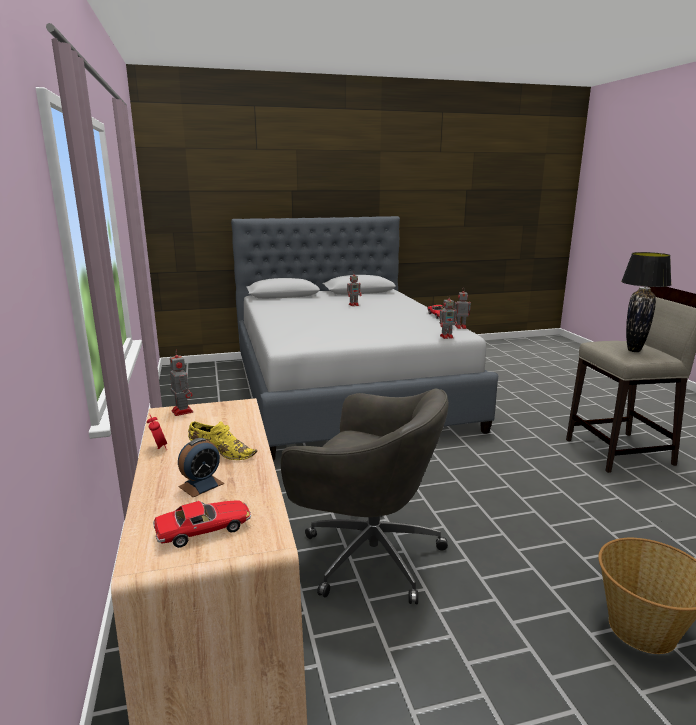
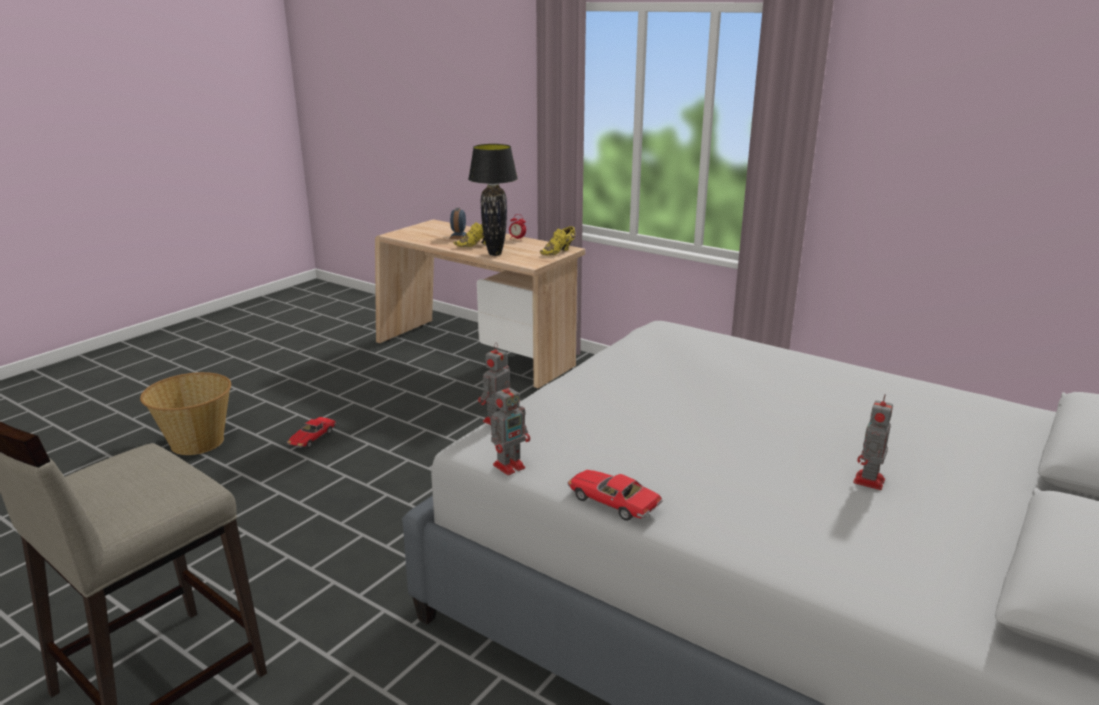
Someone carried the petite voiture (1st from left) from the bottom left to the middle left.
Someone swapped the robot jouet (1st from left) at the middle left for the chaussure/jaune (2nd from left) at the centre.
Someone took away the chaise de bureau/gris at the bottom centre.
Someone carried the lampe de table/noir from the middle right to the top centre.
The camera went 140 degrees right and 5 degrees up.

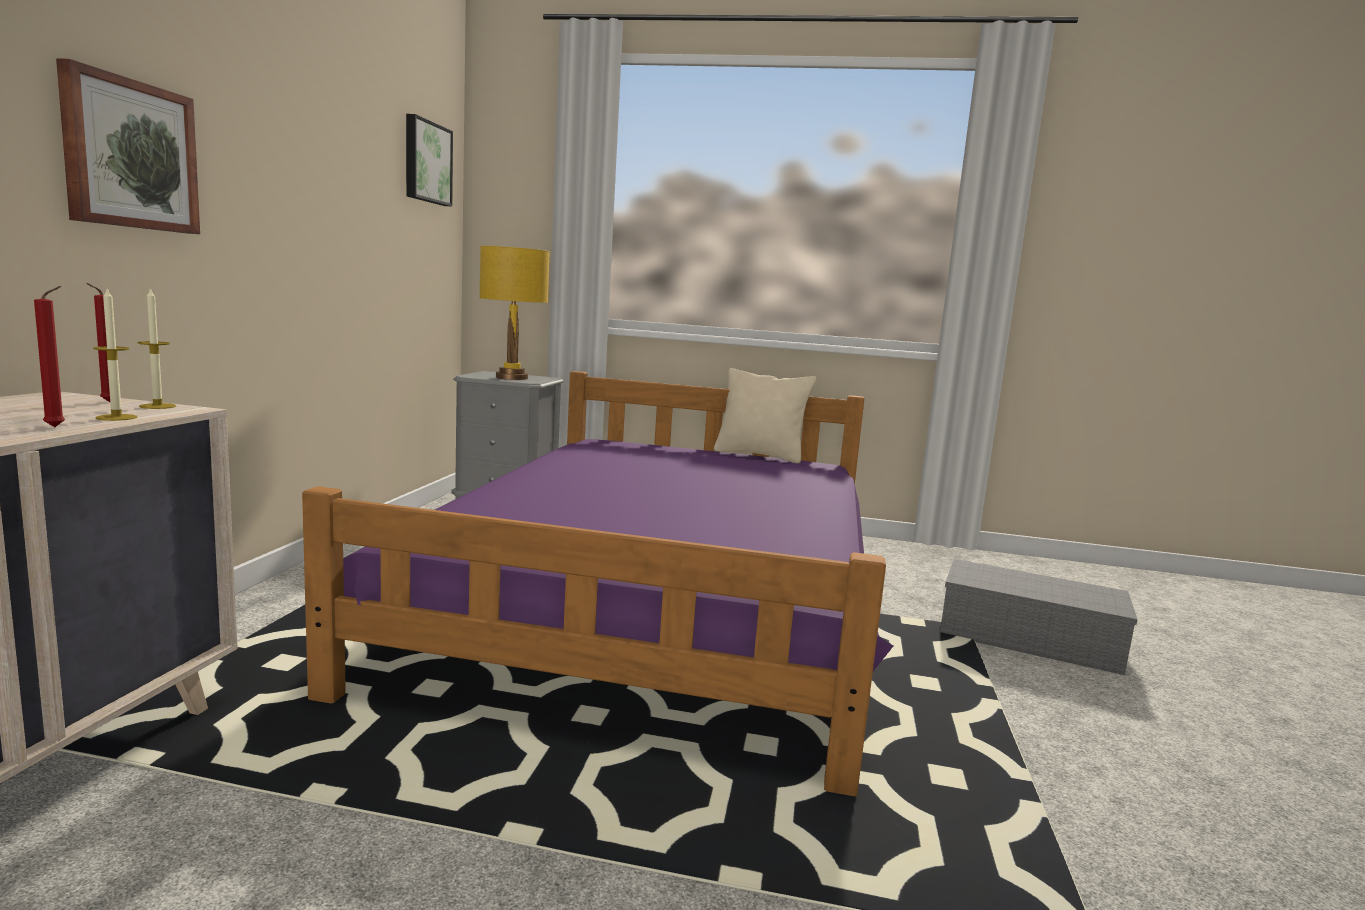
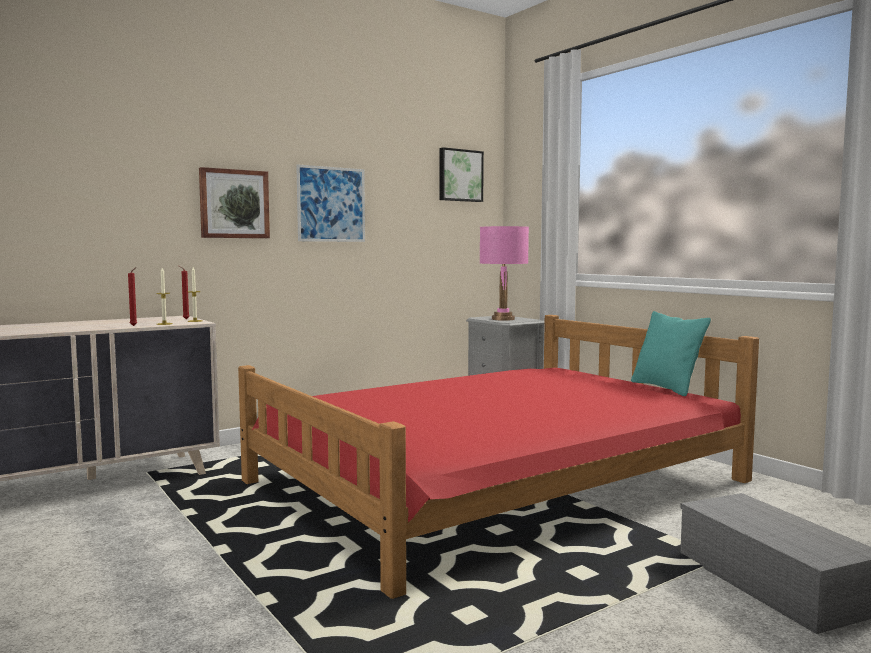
Someone repainted the lit/violet at the centre, which became the lit/rouge at the bottom centre.
Someone repainted the lampe de table/jaune at the centre, which became the lampe de table/rose at the centre.
Someone repainted the coussin/beige at the centre, which became the coussin/turquoise at the middle right.
Someone put up the tableau (2nd from left) at the top centre.
The camera went 45 degrees right and 5 degrees down.

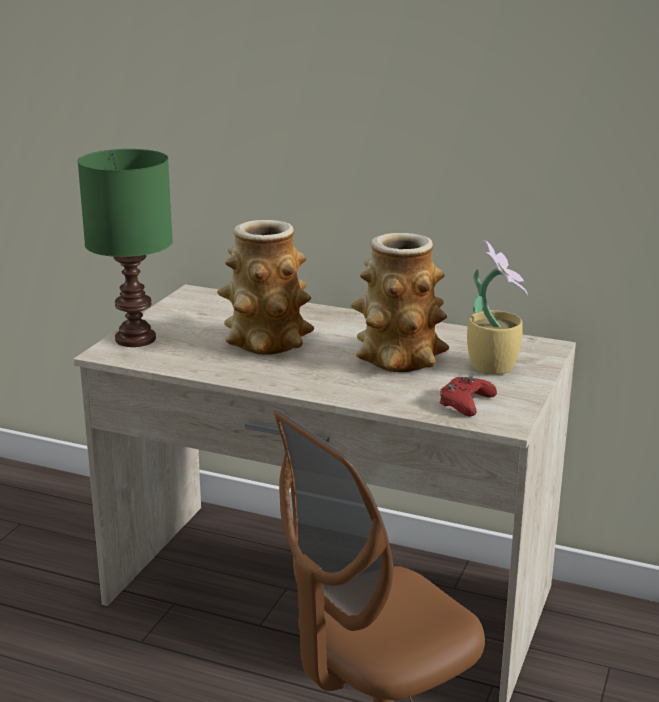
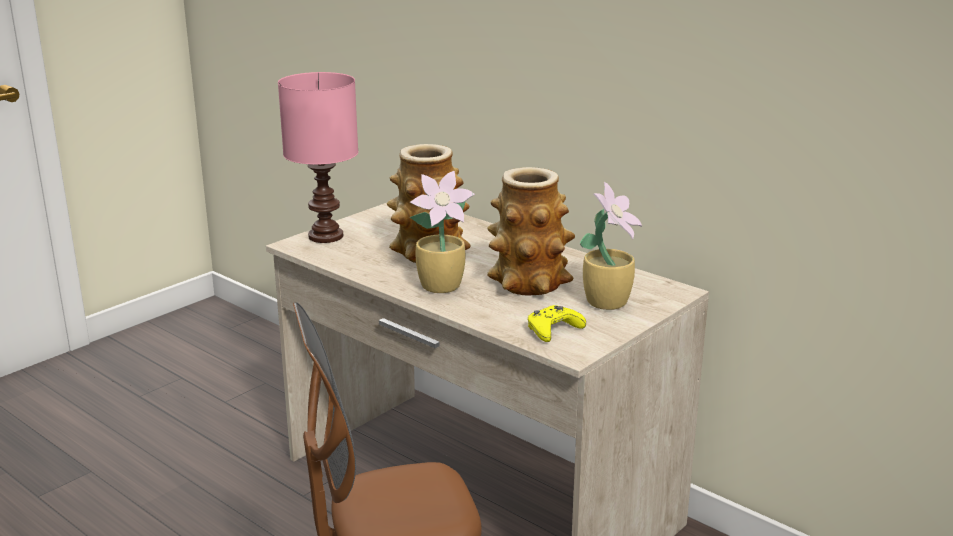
Someone repainted the lampe de table/vert at the middle left, which became the lampe de table/rose at the top centre.
Someone repainted the manette/rouge at the middle right, which became the manette/jaune at the centre.
Someone put down the plante en pot (1st from left) at the centre.
The camera went 20 degrees right and 0 degrees up.

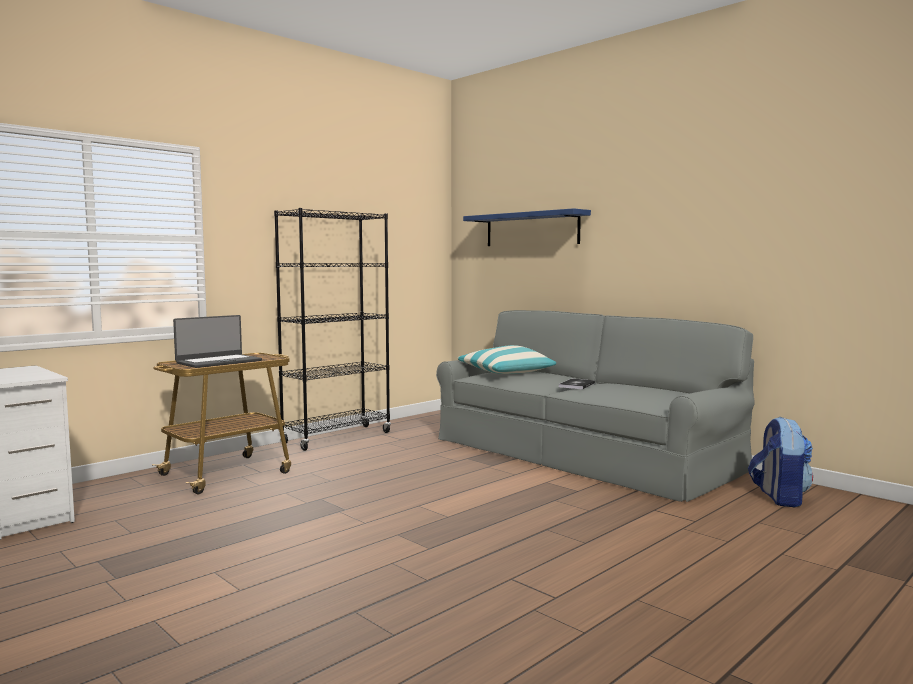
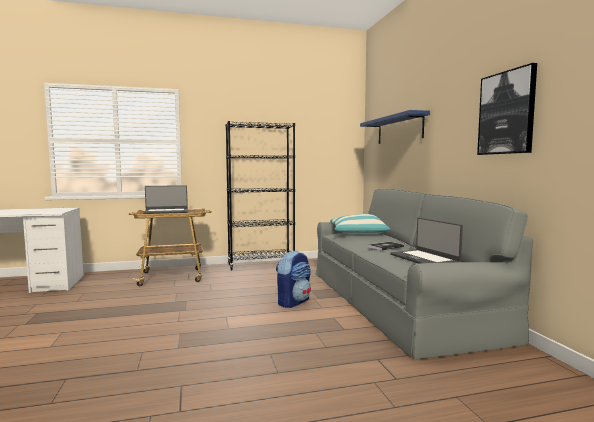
Someone carried the sac à dos from the bottom right to the centre.
Someone put down the ordinateur portable (2nd from left) at the middle right.
Someone put up the tableau at the top right.
The camera went 30 degrees right and 0 degrees up.

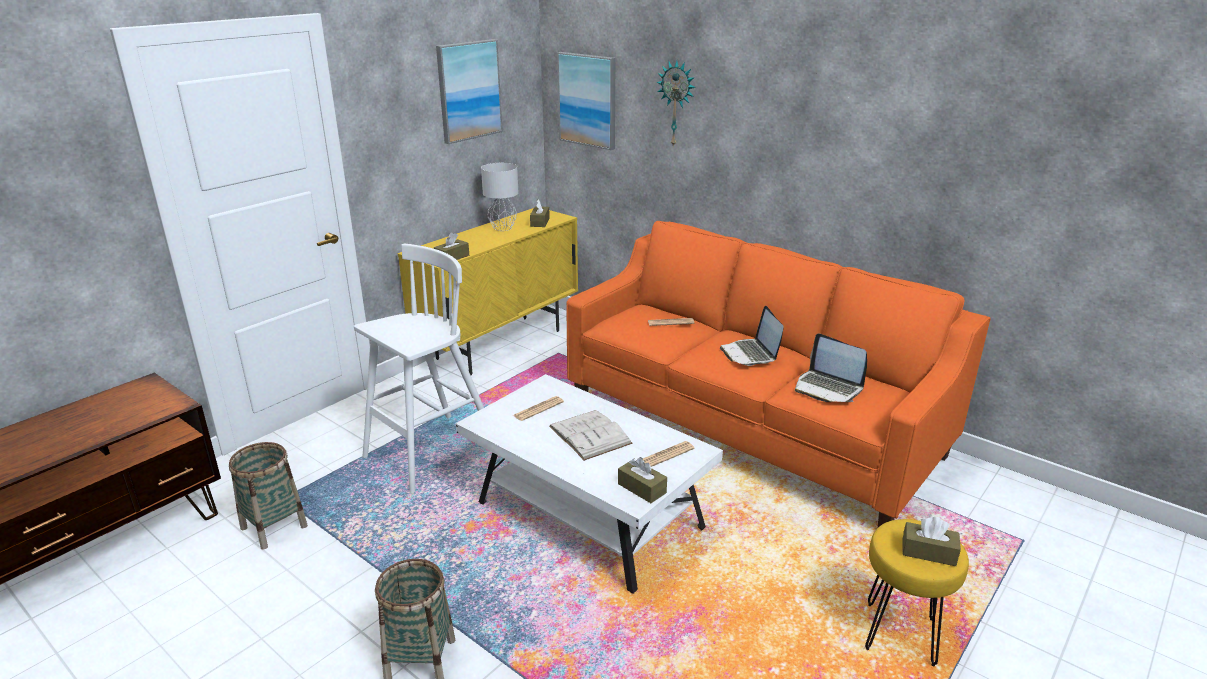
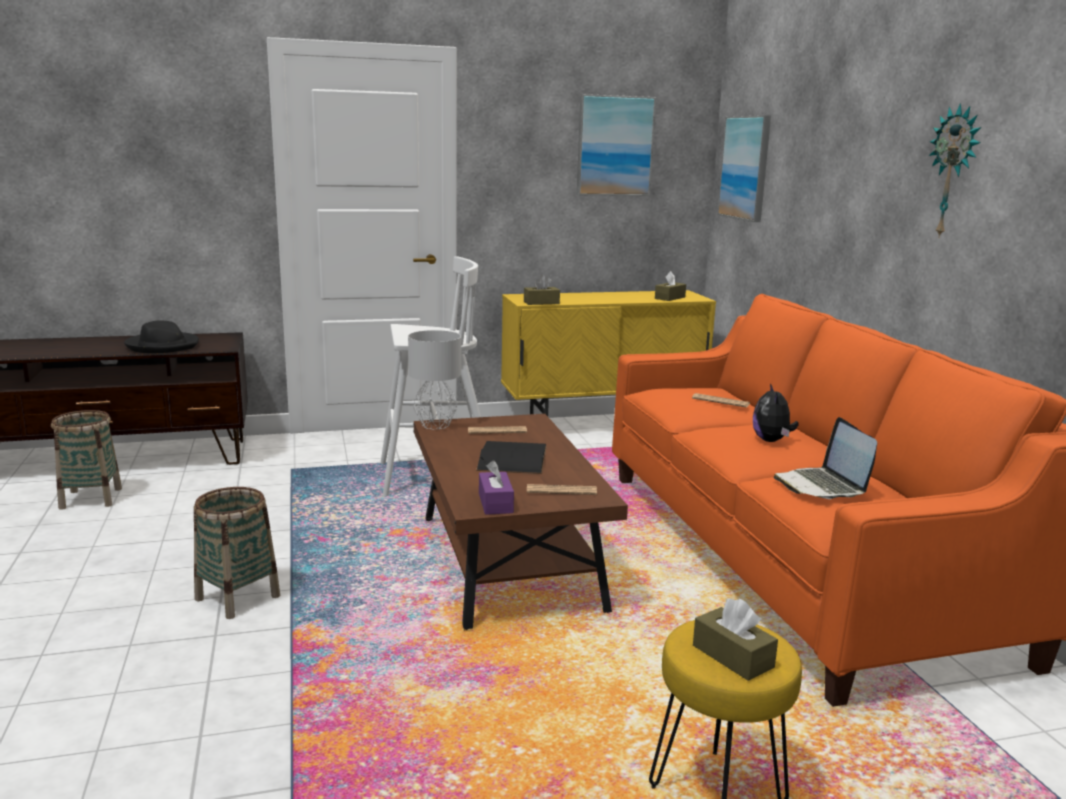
Someone carried the panier (1st from left) from the bottom left to the middle left.
Someone repainted the table basse/blanc at the bottom centre, which became the table basse/marron at the centre.
Someone carried the lampe de table/gris from the top centre to the centre.
Someone repainted the livre/blanc at the centre, which became the livre/noir at the centre.
Someone repainted the boîte à mouchoirs/marron (3rd from left) at the bottom centre, which became the boîte à mouchoirs/violet at the centre.
Someone carried the horloge murale from the top centre to the top right.
Someone swapped the ordinateur portable (1st from left) at the centre for the peluche at the middle right.
Someone put down the chapeau/noir at the middle left.
The camera went 35 degrees right and 10 degrees down.

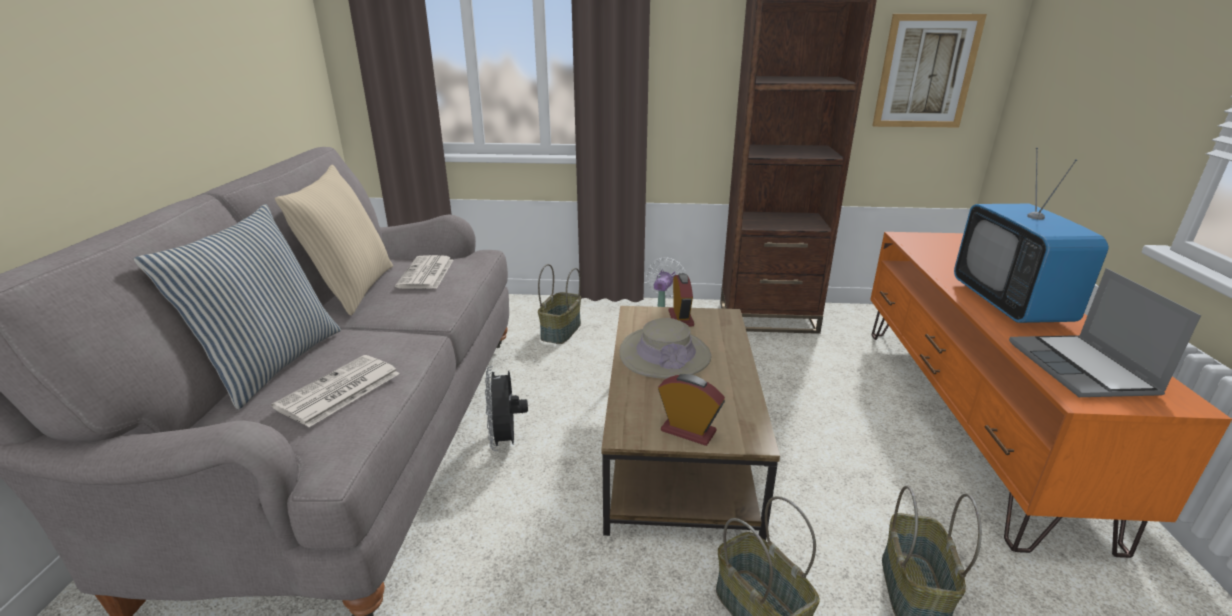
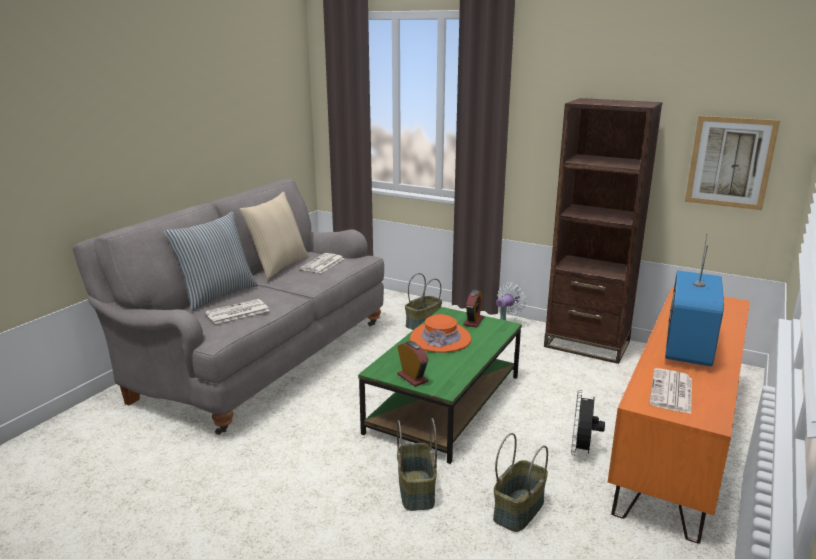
Someone carried the ventilateur/noir from the centre to the bottom right.
Someone repainted the table basse/marron at the bottom centre, which became the table basse/vert at the bottom centre.
Someone repainted the chapeau/beige at the centre, which became the chapeau/orange at the centre.
Someone swapped the ordinateur portable at the middle right for the journal (3rd from left) at the bottom right.
The camera went 25 degrees right and 5 degrees down.

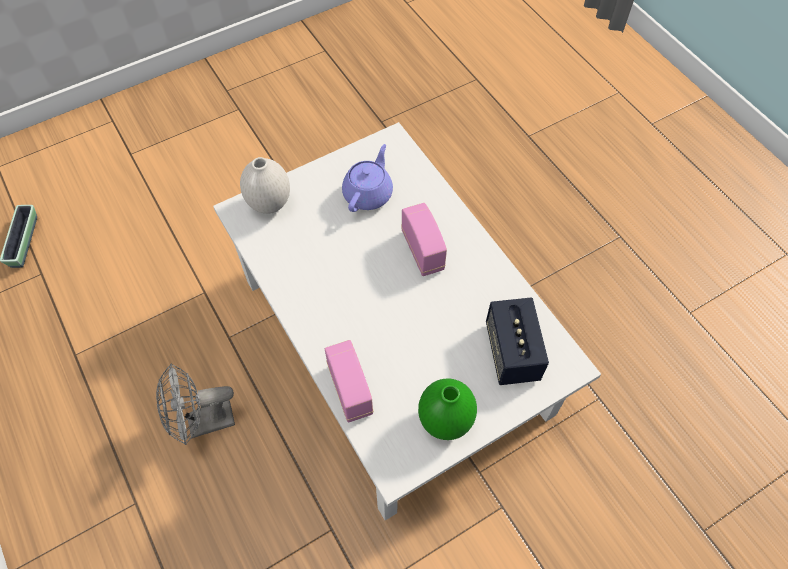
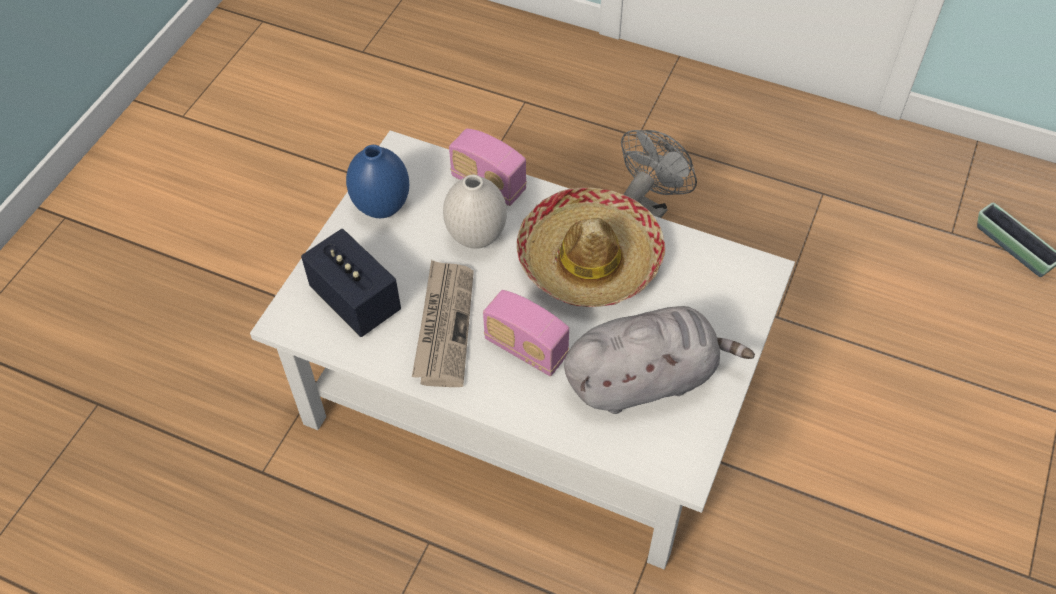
Someone carried the vase/blanc from the top centre to the centre.
Someone swapped the théière/violet at the top centre for the peluche/gris at the centre.
Someone repainted the vase/vert at the bottom centre, which became the vase/bleu at the top centre.
Someone put down the journal at the centre.
Someone put down the chapeau at the centre.
The camera went 145 degrees right and 5 degrees down.

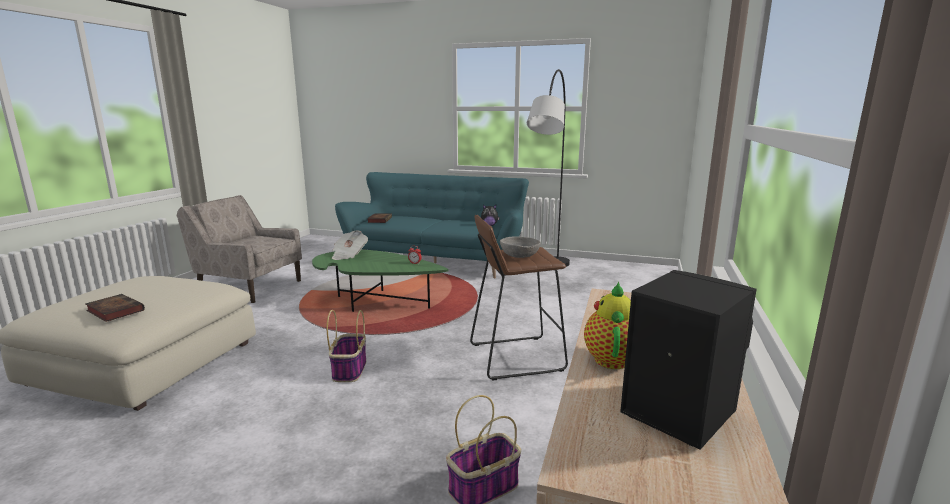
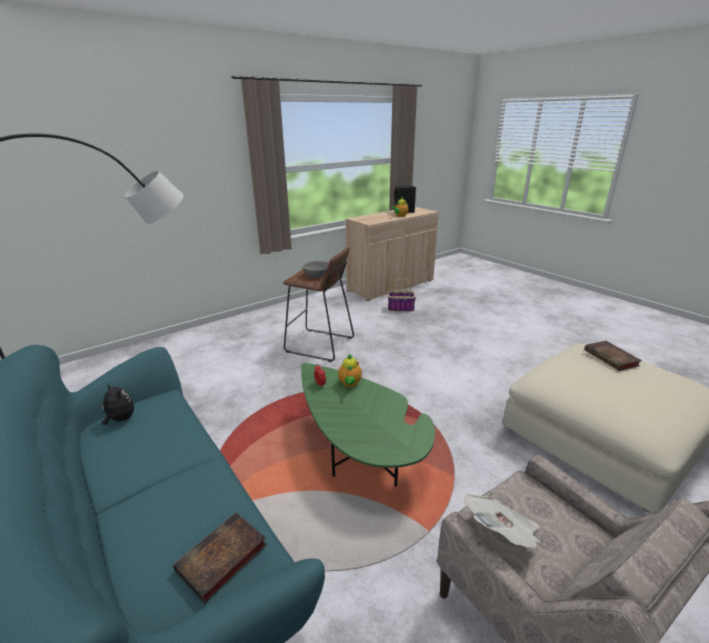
Someone took away the panier (1st from left) at the bottom centre.
Someone carried the journal from the centre to the bottom right.
Someone put down the théière (1st from left) at the centre.
The camera went 145 degrees left and 10 degrees up.

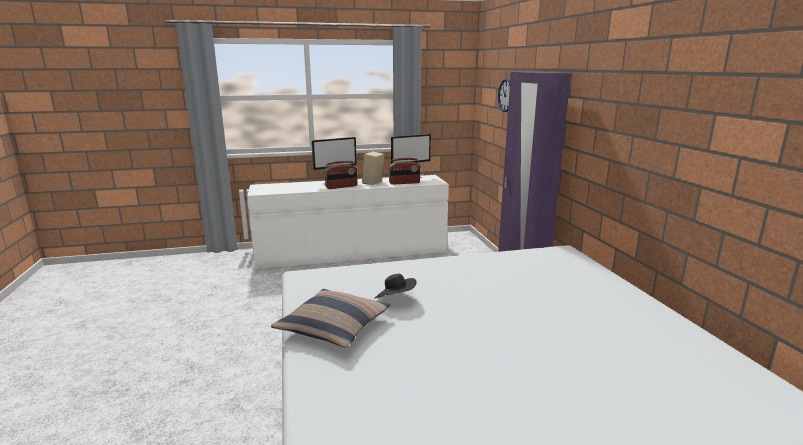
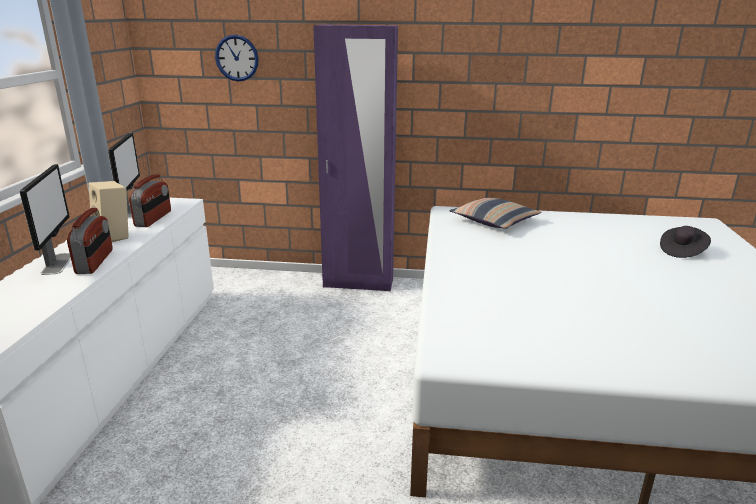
Someone carried the coussin from the bottom centre to the centre.
Someone carried the chapeau/noir from the centre to the middle right.
The camera went 70 degrees left and 5 degrees up.

